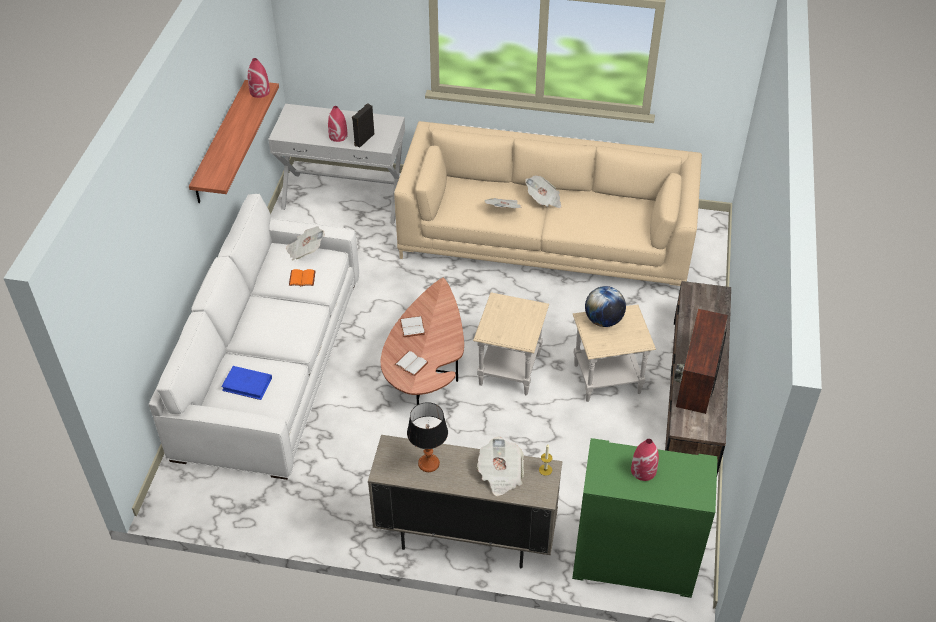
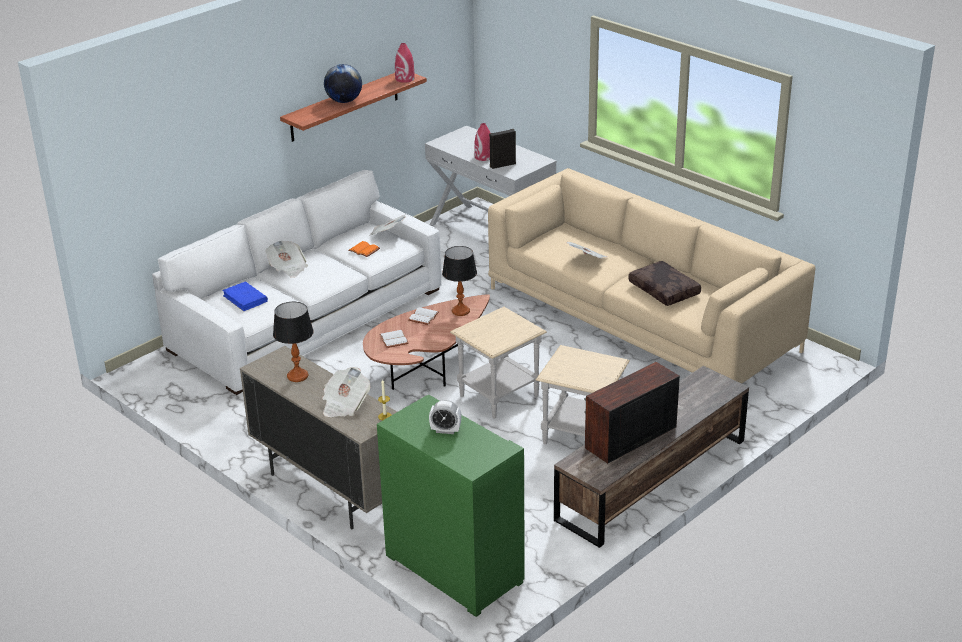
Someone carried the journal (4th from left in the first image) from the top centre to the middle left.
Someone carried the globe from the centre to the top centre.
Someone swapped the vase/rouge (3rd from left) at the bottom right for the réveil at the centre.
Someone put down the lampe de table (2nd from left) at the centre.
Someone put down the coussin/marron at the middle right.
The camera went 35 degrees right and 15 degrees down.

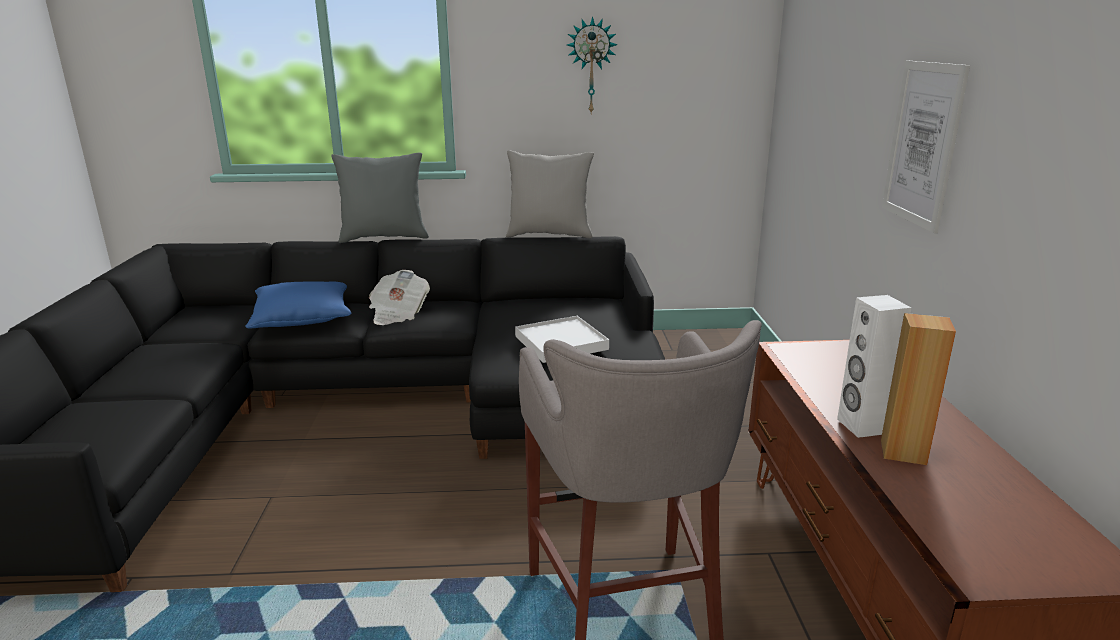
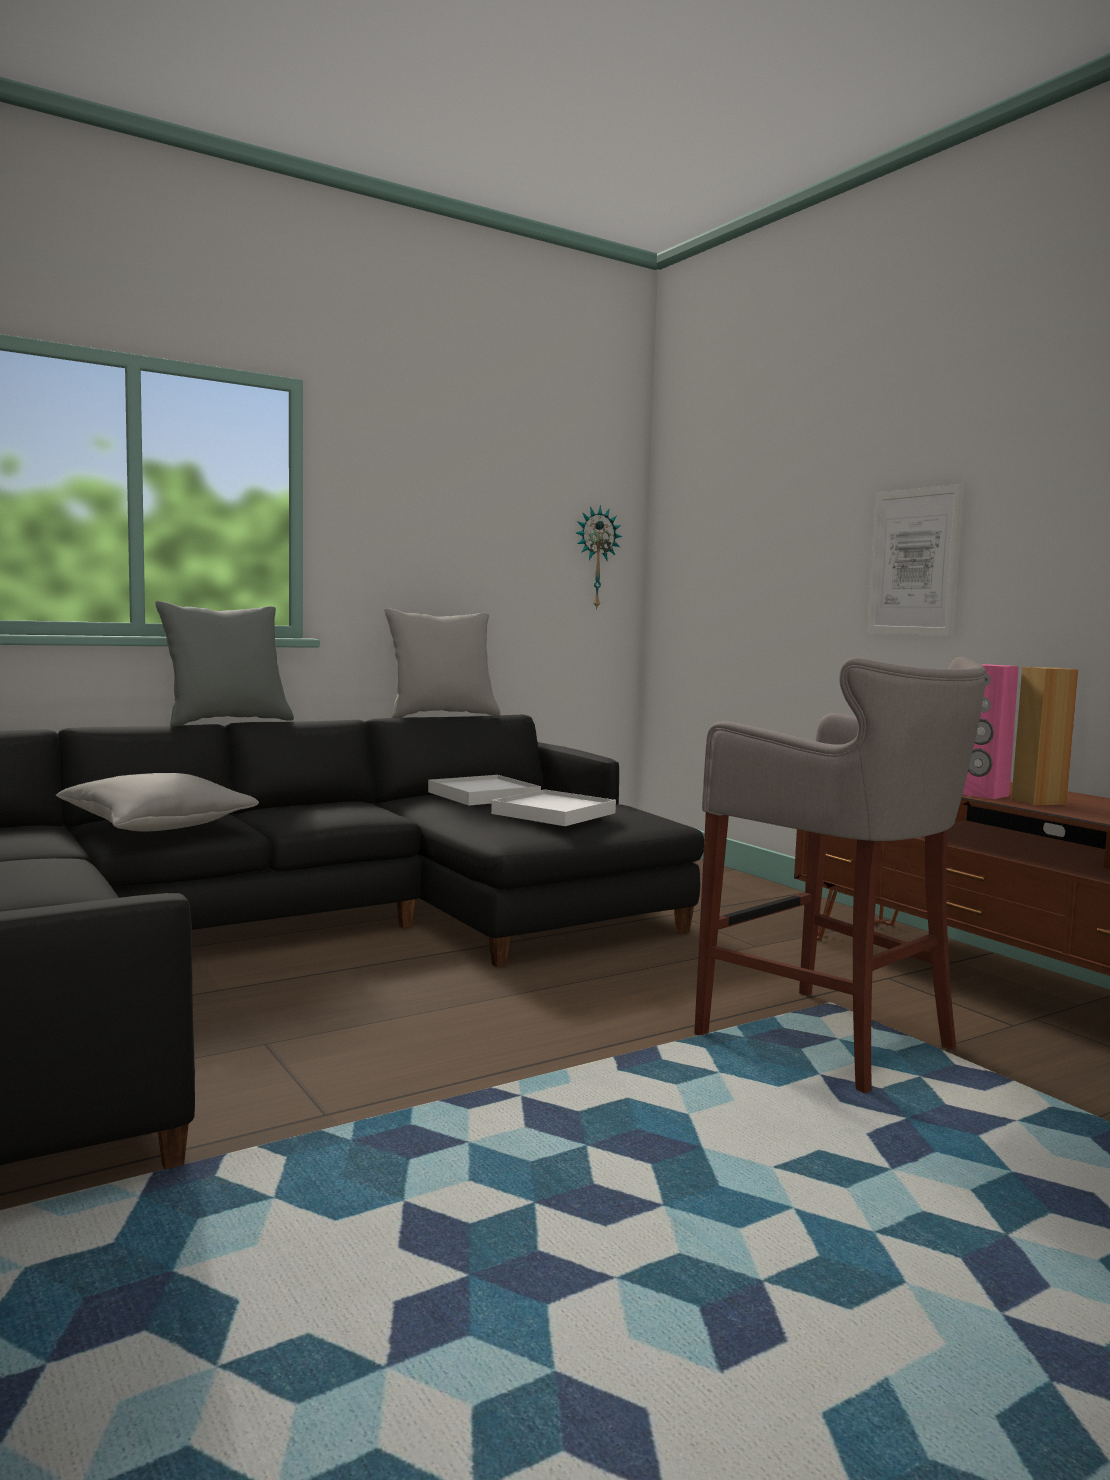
Someone repainted the coussin/bleu at the middle left, which became the coussin/gris (1st from left) at the middle left.
Someone took away the journal at the centre.
Someone carried the horloge murale from the top centre to the centre.
Someone repainted the enceinte/blanc at the middle right, which became the enceinte/rose at the middle right.
Someone put down the plateau/blanc (1st from left) at the centre.
The camera went 30 degrees left and 15 degrees down.

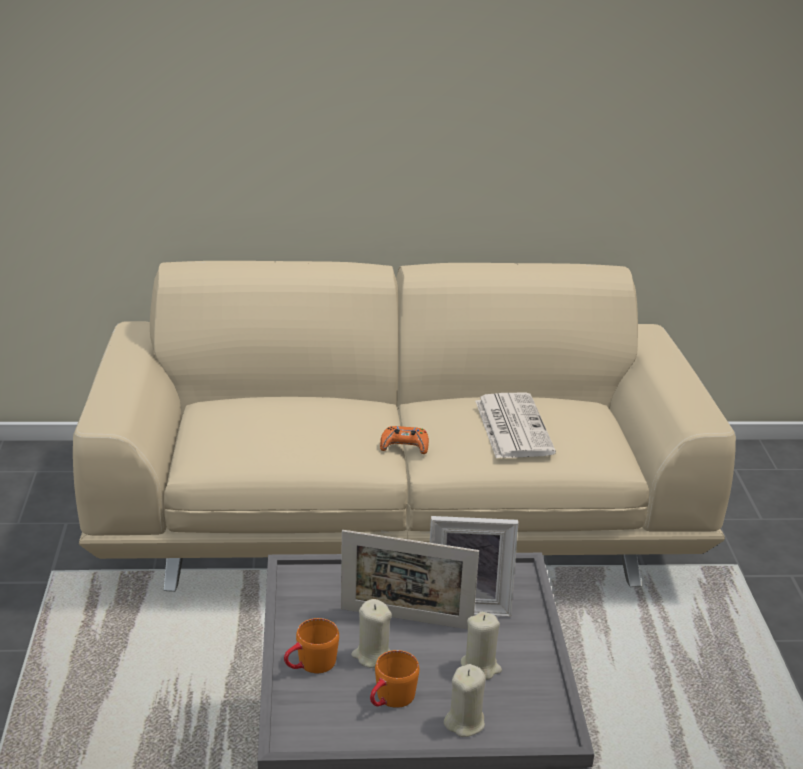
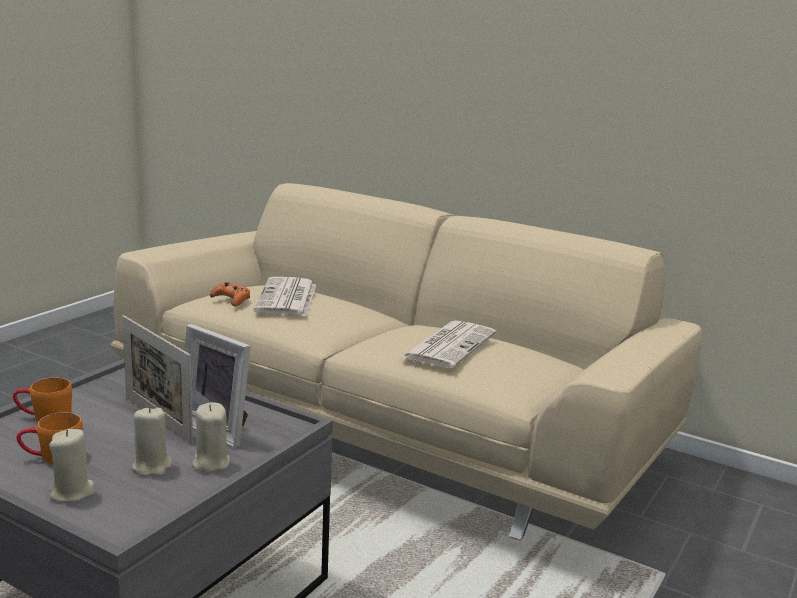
Someone carried the bougie/beige (1st from left in the first image) from the bottom centre to the bottom left.
Someone carried the manette/orange from the centre to the middle left.
Someone put down the journal (1st from left) at the centre.
The camera went 35 degrees right and 10 degrees down.

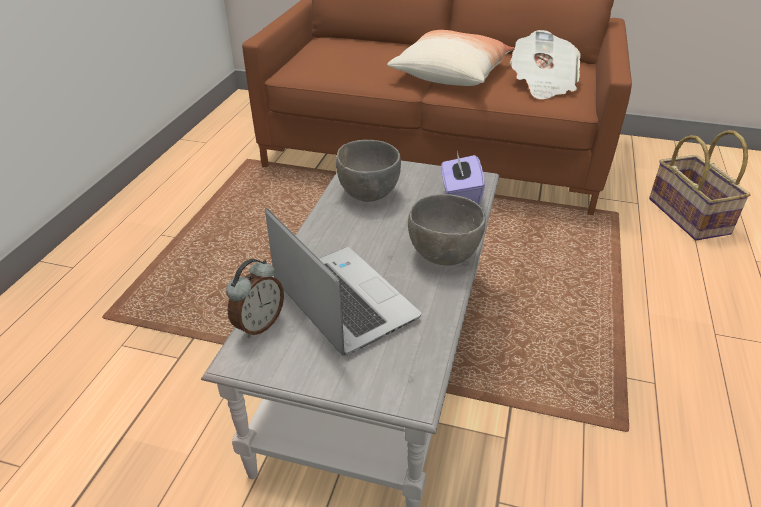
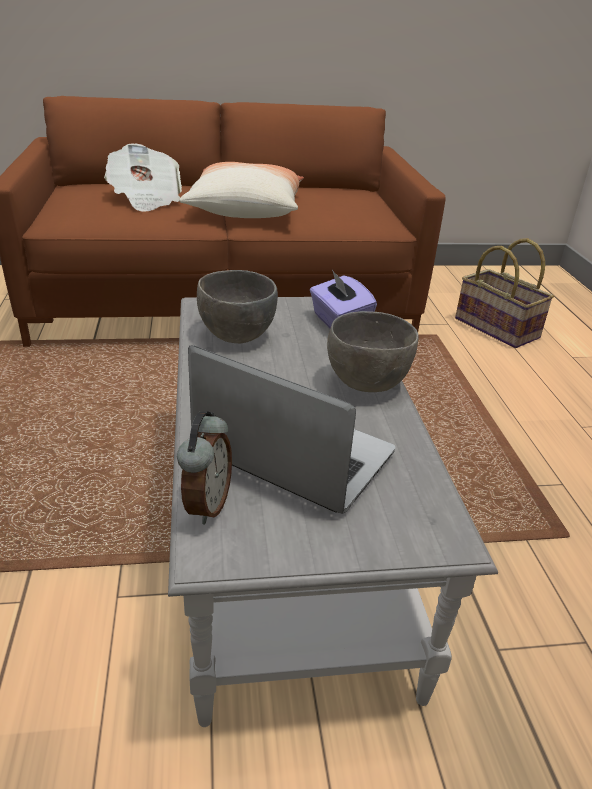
Someone carried the journal from the top right to the top left.
The camera went 25 degrees left and 5 degrees down.

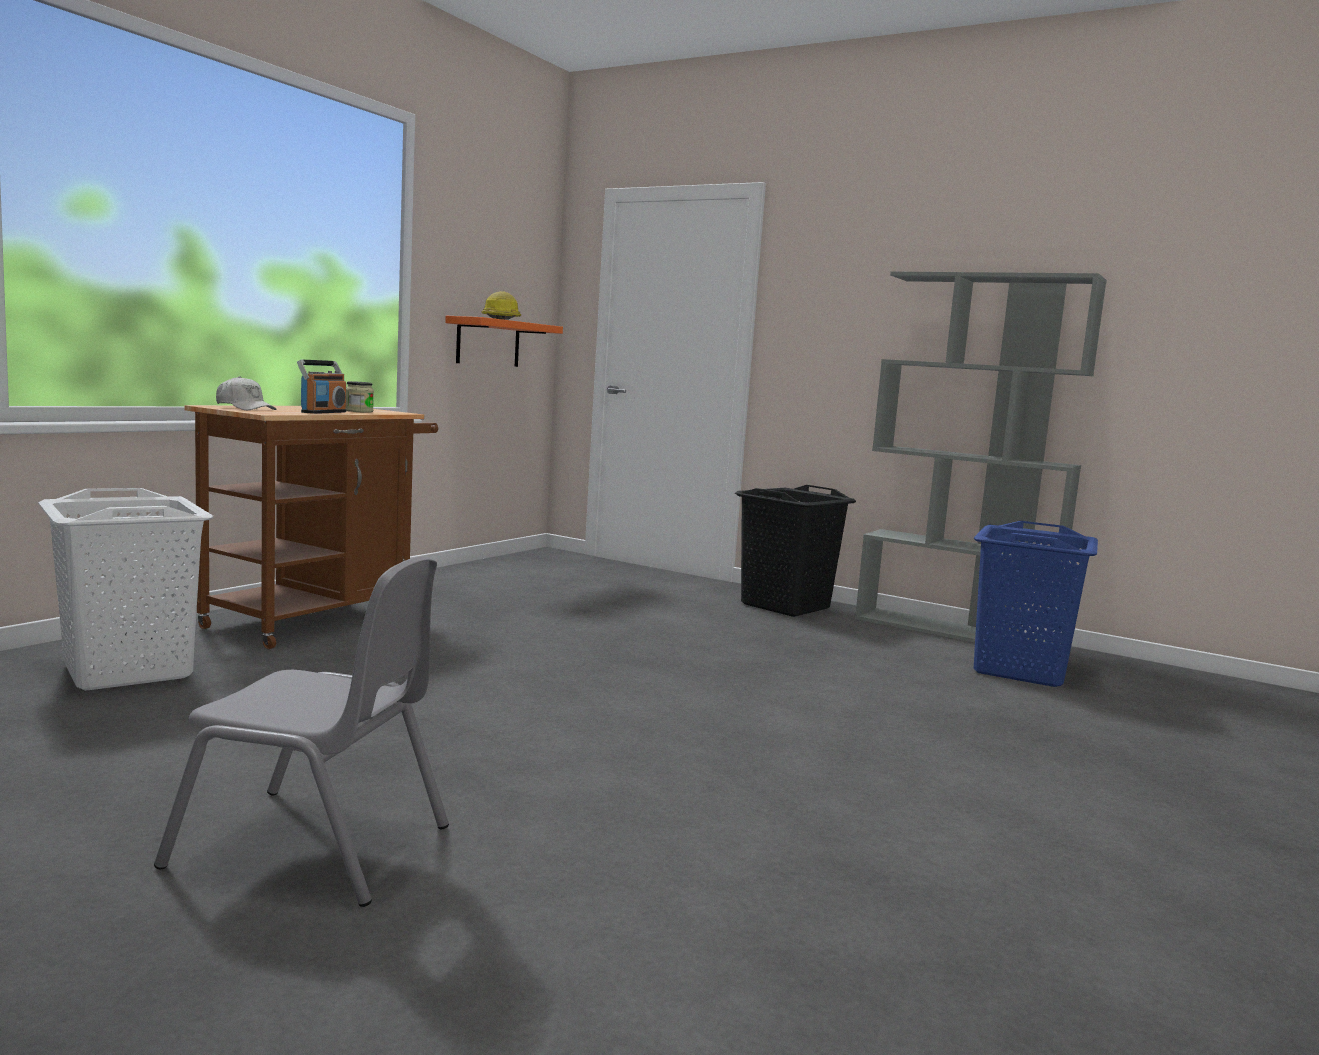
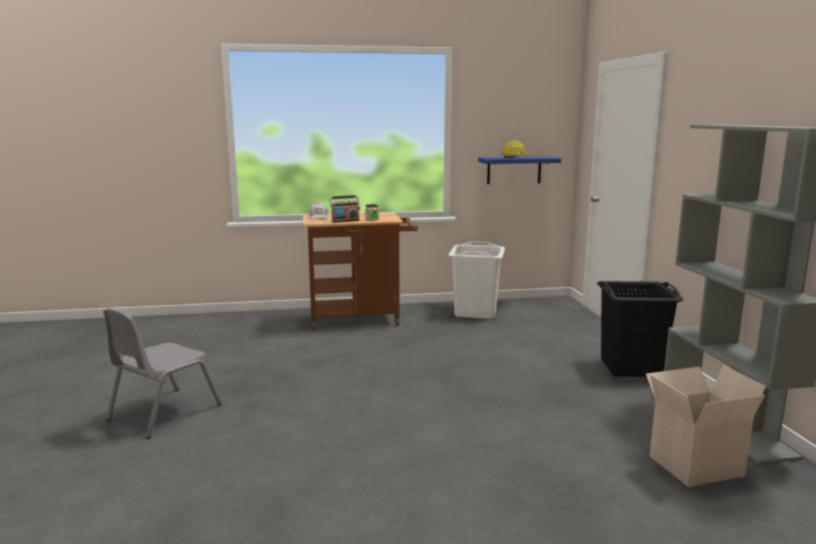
Someone carried the panier à linge/blanc from the middle left to the centre.
Someone rotated the chaise/gris at the bottom left by 60 degrees clockwise.
Someone repainted the étagère/orange at the top centre, which became the étagère/bleu at the top centre.
Someone swapped the panier à linge/bleu at the middle right for the carton at the bottom right.
The camera went 50 degrees right and 5 degrees up.

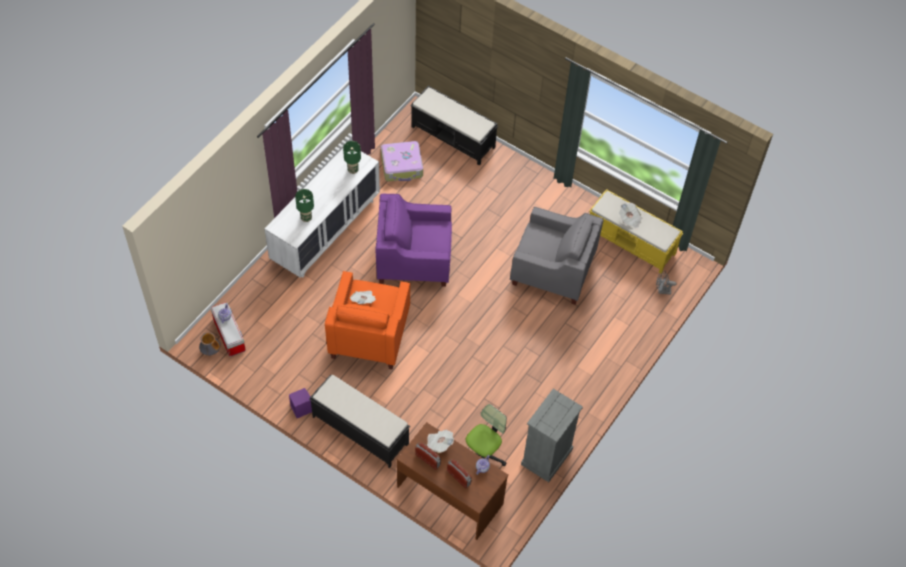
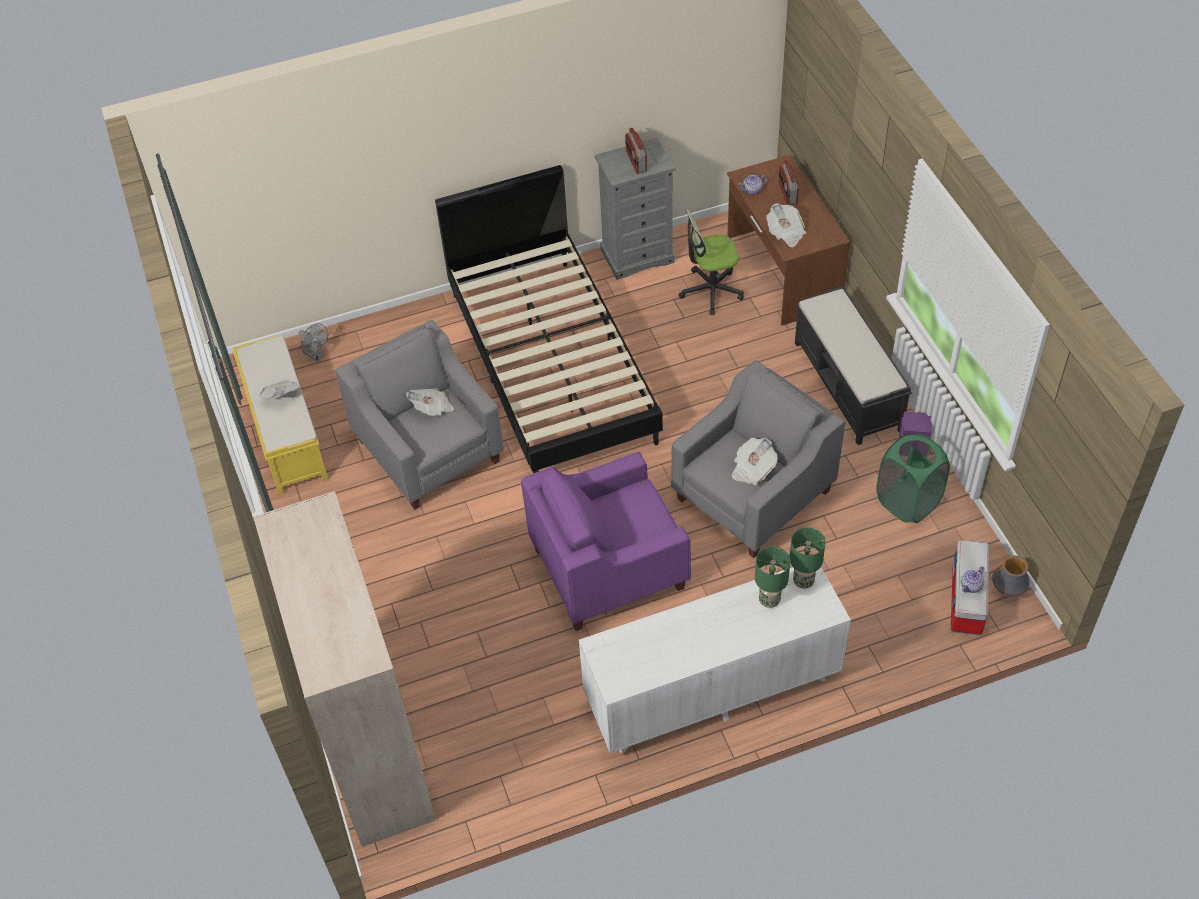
Someone repainted the fauteuil/orange at the centre, which became the fauteuil/gris (2nd from left) at the centre.
Someone carried the lampe de table/vert (2nd from left) from the top centre to the middle right.
Someone rotated the fauteuil/violet at the centre by 120 degrees clockwise.
Someone took away the valise at the top centre.
Someone swapped the banc/noir (2nd from left) at the top centre for the armoire/beige at the bottom left.
Someone carried the radio (1st from left) from the bottom centre to the top centre.
Someone put down the journal (2nd from left) at the centre.
Someone put down the lit/noir at the centre.
Someone put down the panier à linge/vert at the middle right.
The camera went 140 degrees left and 5 degrees down.

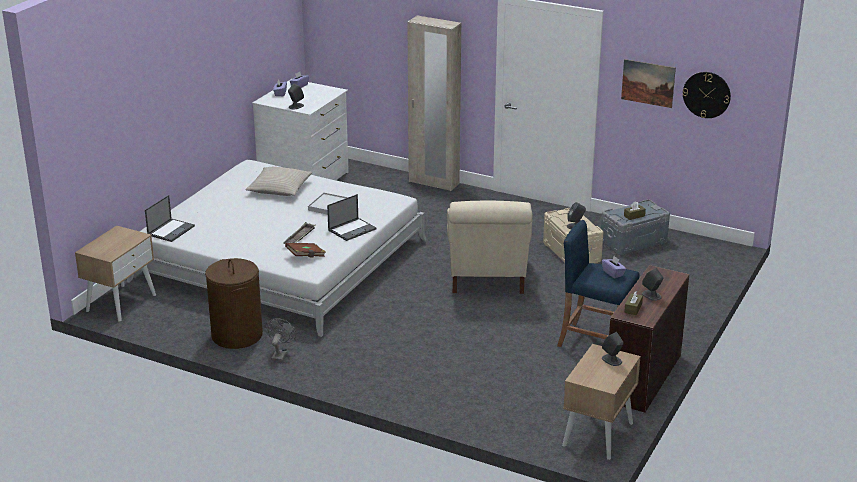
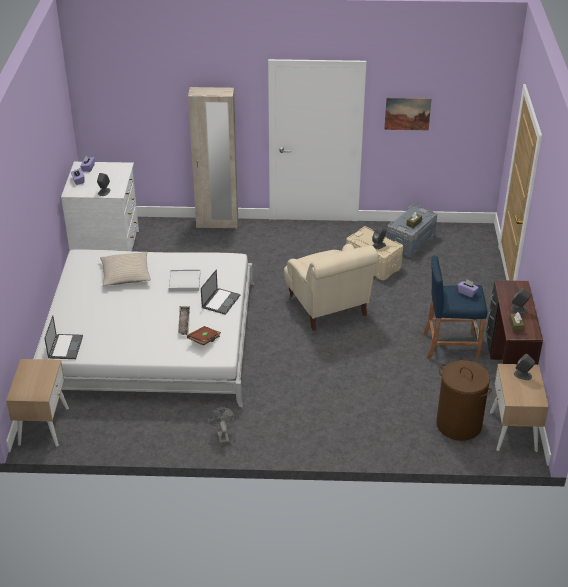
Someone carried the panier à linge/marron from the middle left to the bottom right.
Someone took away the horloge murale at the top right.
The camera went 25 degrees left and 10 degrees up.

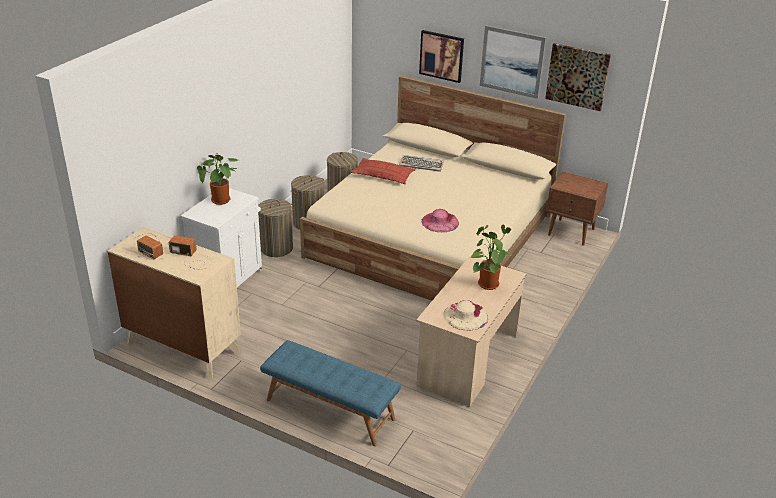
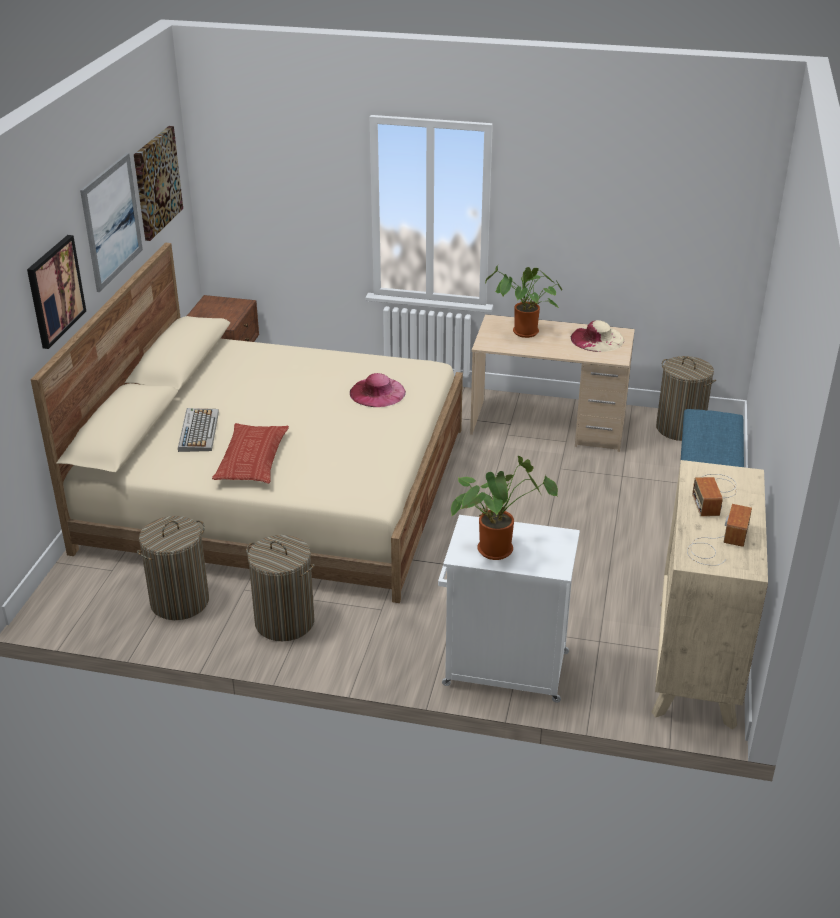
Someone carried the panier à linge (1st from left in the first image) from the centre to the middle right.
The camera went 105 degrees left and 0 degrees up.

